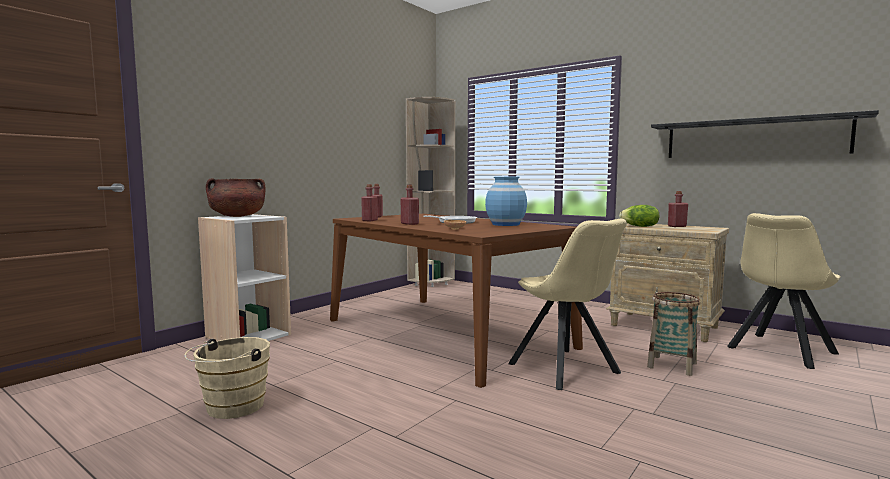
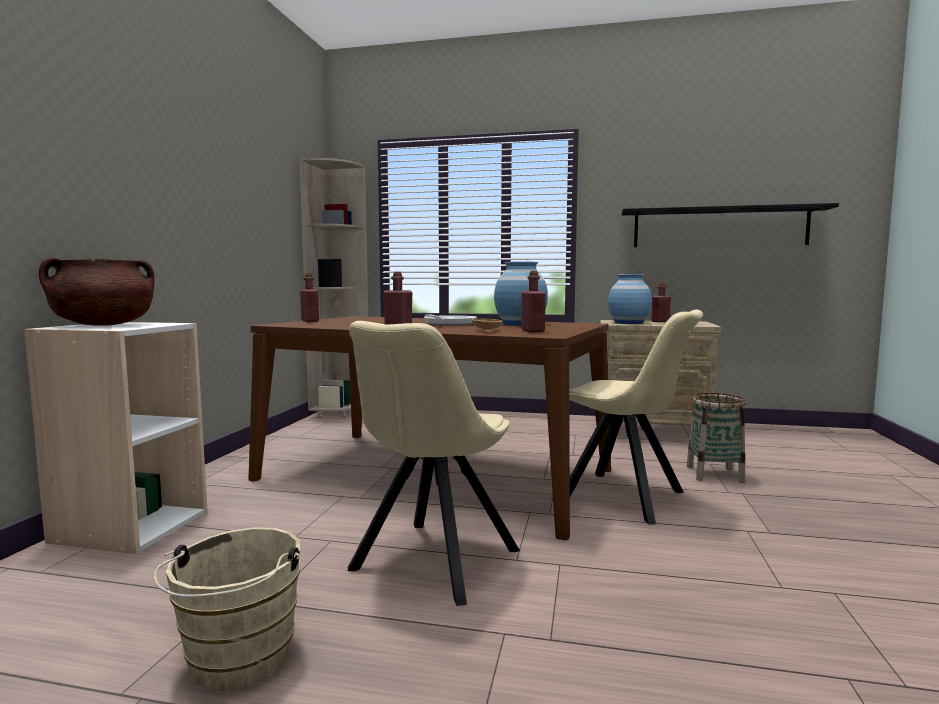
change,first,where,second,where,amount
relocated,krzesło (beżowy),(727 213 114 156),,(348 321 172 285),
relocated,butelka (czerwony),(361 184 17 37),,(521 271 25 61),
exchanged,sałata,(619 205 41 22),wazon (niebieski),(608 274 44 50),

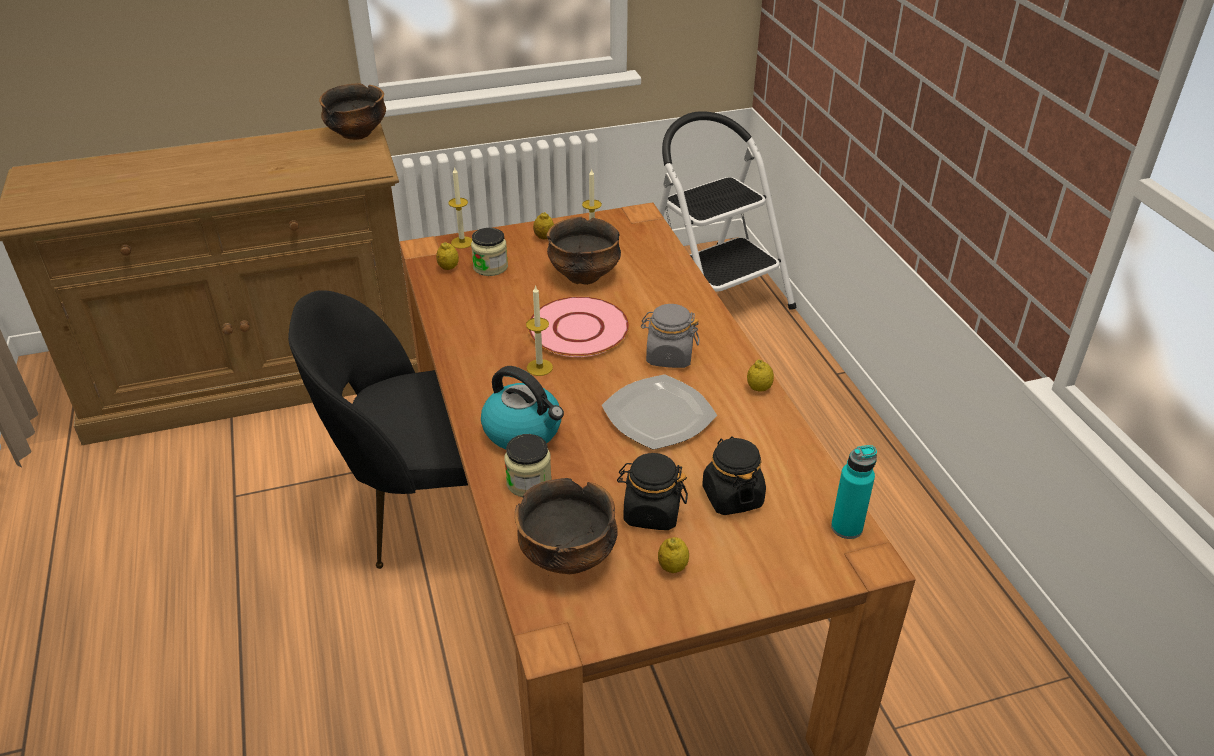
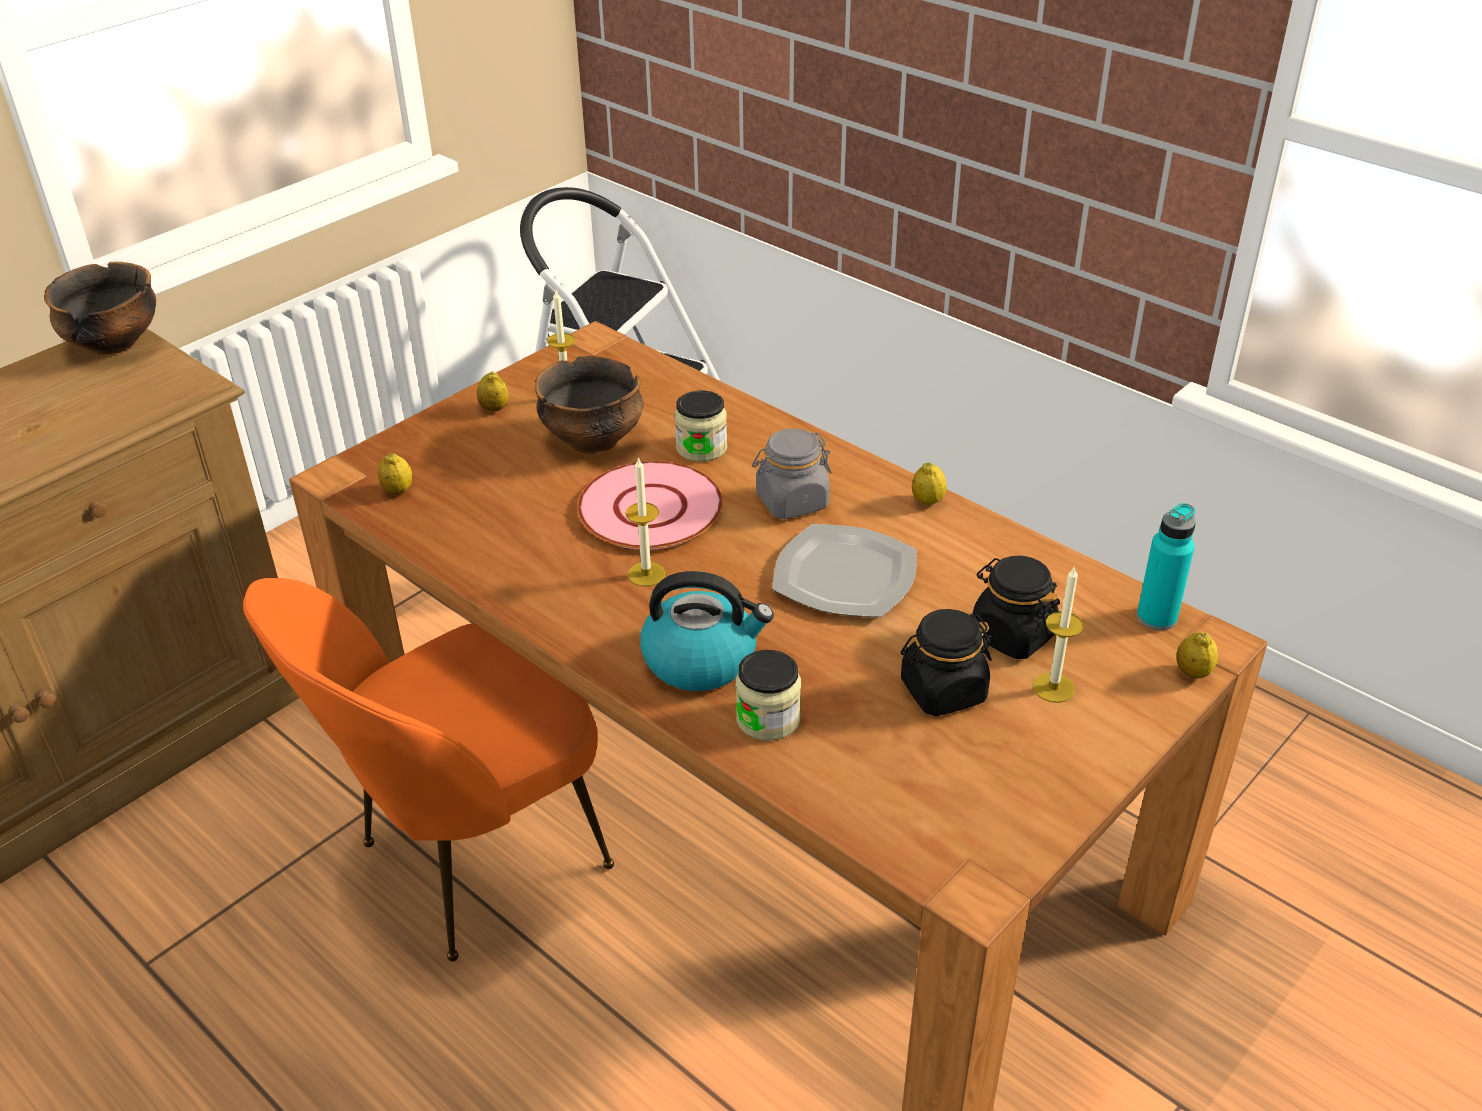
change,first,where,second,where,amount
colour,krzesło (czarny),(288 290 180 279),krzesło (pomarańczowy),(243 578 371 384),
relocated,słoik,(471 228 37 48),,(675 390 52 72),
relocated,świeca,(449 168 24 81),,(1033 566 50 137),
relocated,cytryna,(658 537 31 36),,(1177 632 41 47),
missing,miska,(515 478 103 96),,,

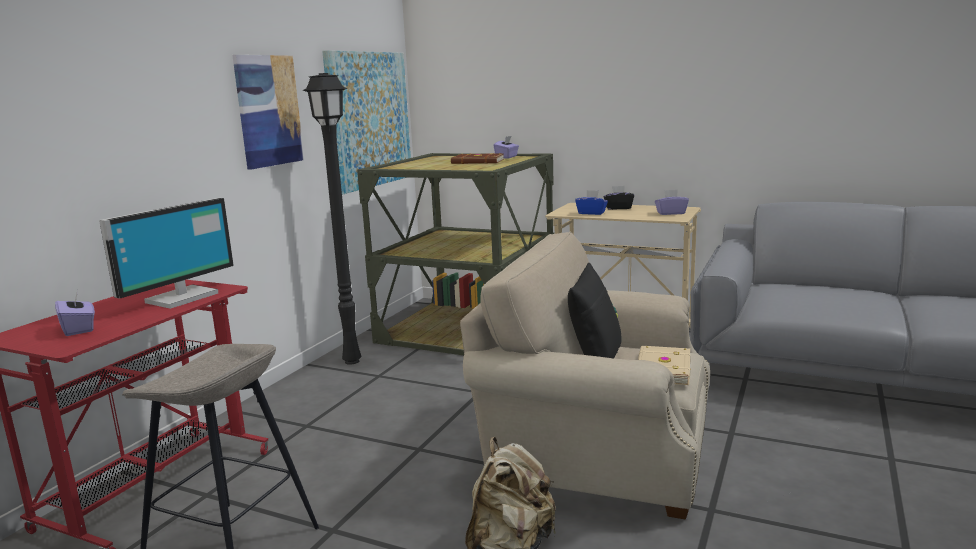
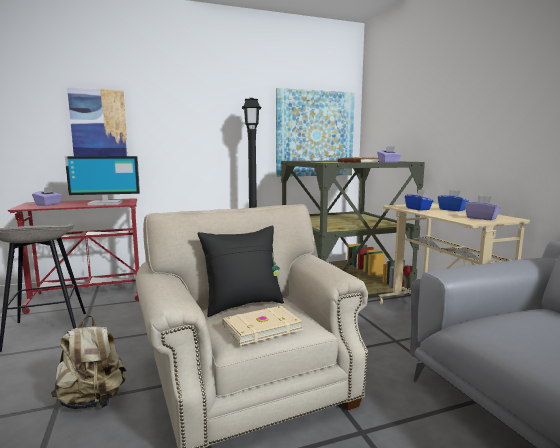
change,first,where,second,where,amount
relocated,obraz,(232 55 72 115),,(67 88 61 68),
colour,pudełko chusteczek (czarny),(604 186 30 24),pudełko chusteczek (niebieski),(438 190 31 21),

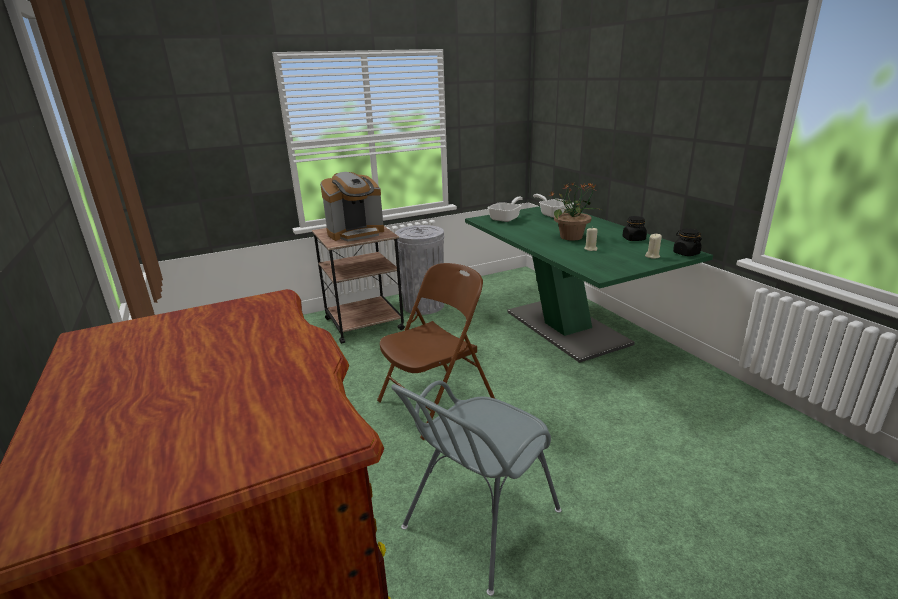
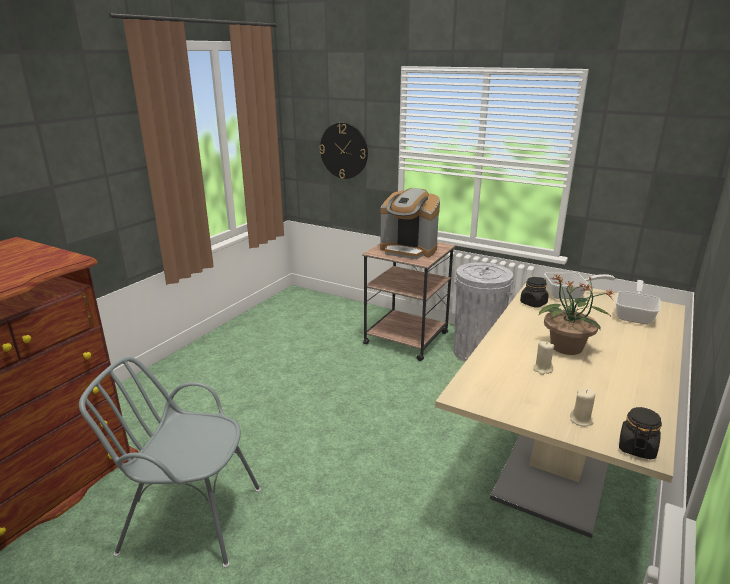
change,first,where,second,where,amount
appeared,,,zegar ścienny,(319 123 49 56),
colour,stół jadalny (zielony),(465 206 248 157),stół jadalny (beżowy),(435 283 250 255),
relocated,słoik (czarny),(622 216 25 25),,(520 277 29 31),
missing,krzesło (brązowy),(377 263 119 177),,,

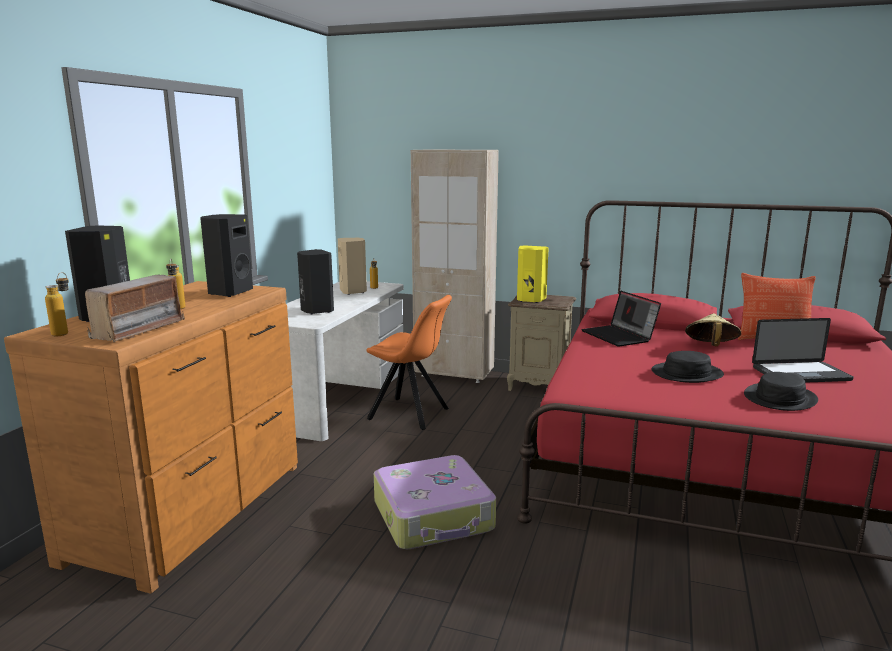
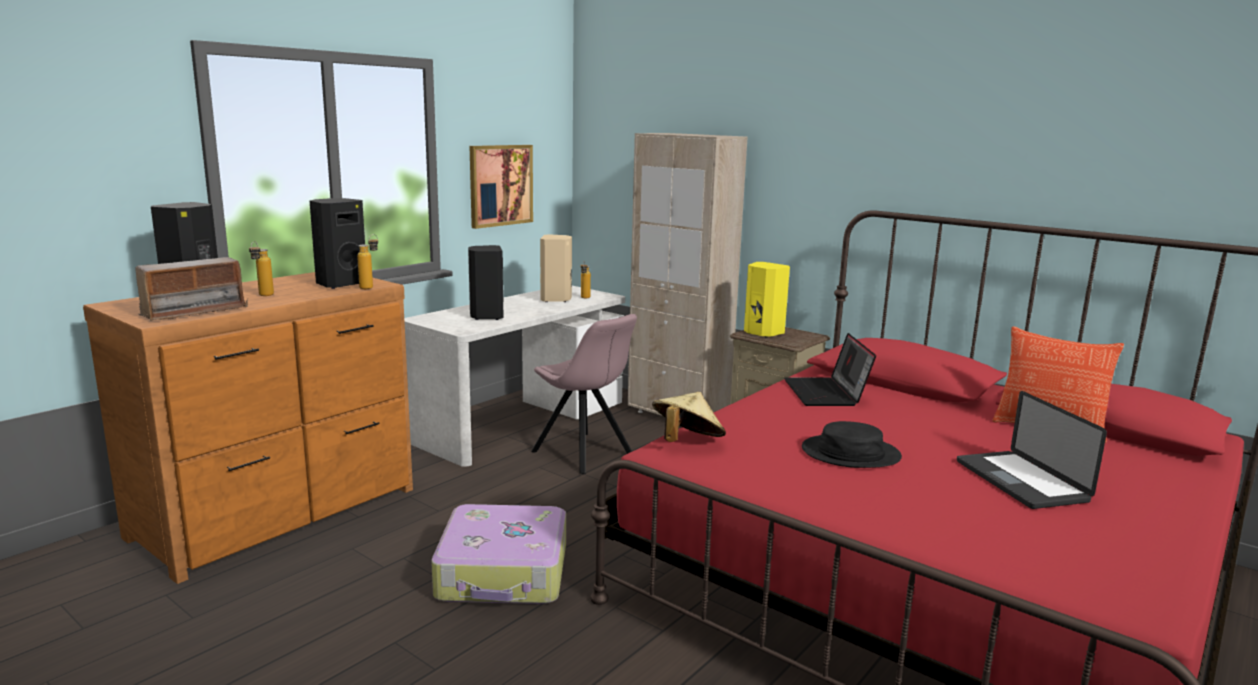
change,first,where,second,where,amount
relocated,butelka,(45 272 24 64),,(357 234 21 55),
appeared,,,obraz,(469 145 64 84),
colour,krzesło (pomarańczowy),(367 295 85 135),krzesło (różowy),(531 314 106 160),
relocated,kapelusz (beżowy),(685 313 56 33),,(652 392 74 50),
spun,laptop,(752 318 102 65),,(957 391 150 118),60 degrees clockwise
missing,kapelusz (czarny),(744 372 74 39),,,

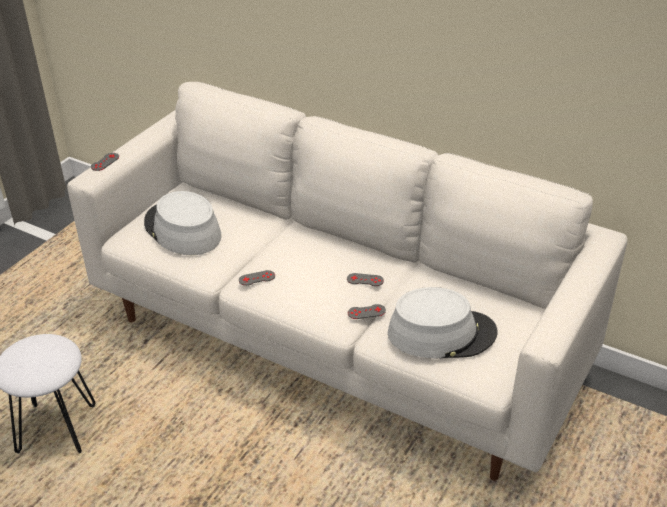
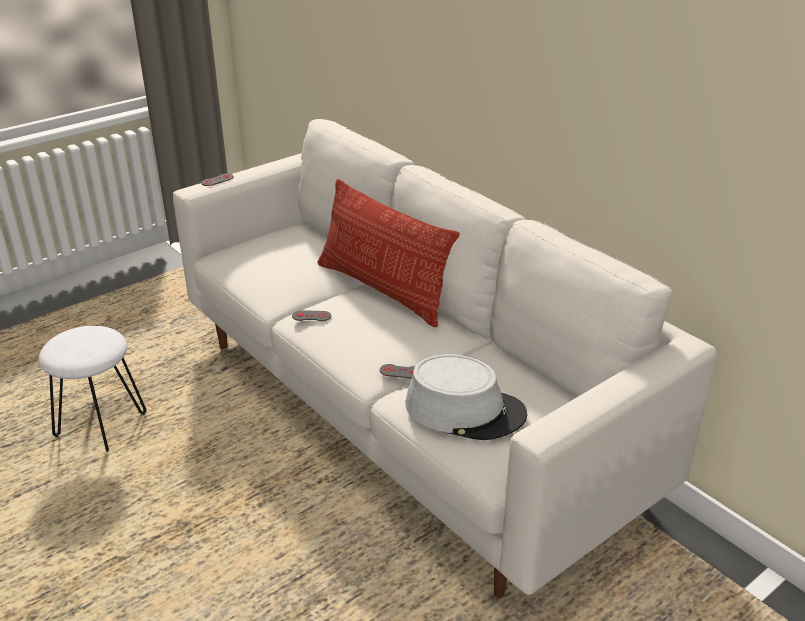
change,first,where,second,where,amount
appeared,,,poduszka,(318 179 142 148),
missing,kapelusz (szary),(144 191 77 64),,,
missing,pad do gier (szary),(347 273 37 13),,,

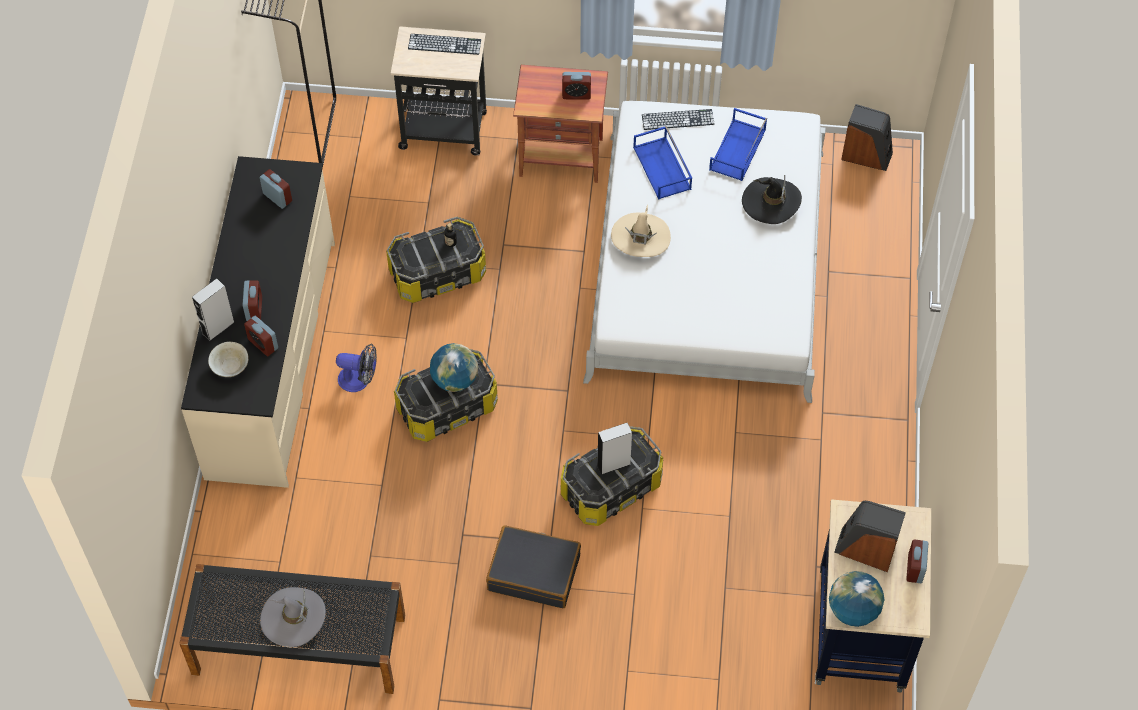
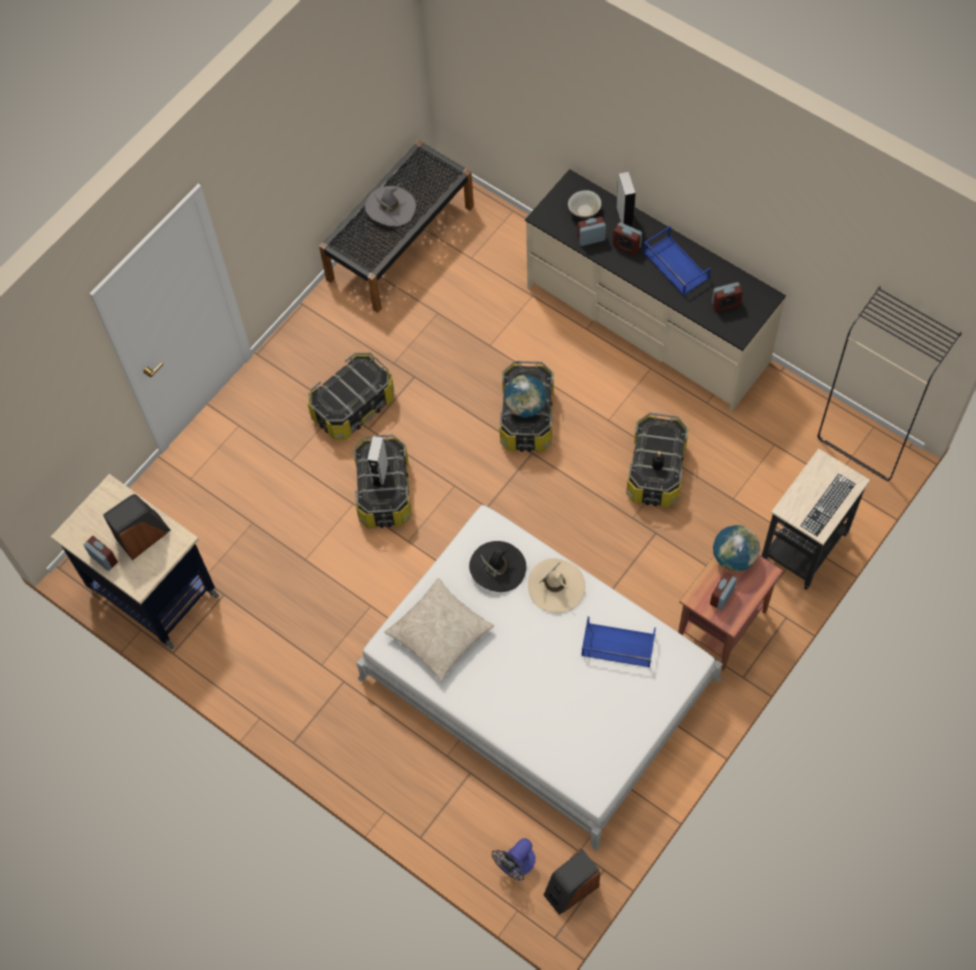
change,first,where,second,where,amount
exchanged,walizka (czarny),(486 525 95 83),pojemnik do przechowywania,(308 353 86 87),
appeared,,,poduszka (beżowy),(384 578 110 104),
relocated,kapelusz (czarny),(742 175 60 49),,(469 541 57 51),
relocated,wentylator,(336 343 41 49),,(492 838 44 43),
relocated,taca (niebieski),(709 108 58 73),,(643 226 68 70),
relocated,globus,(829 571 56 56),,(713 525 47 46),
missing,klawiatura,(642 109 72 21),,,

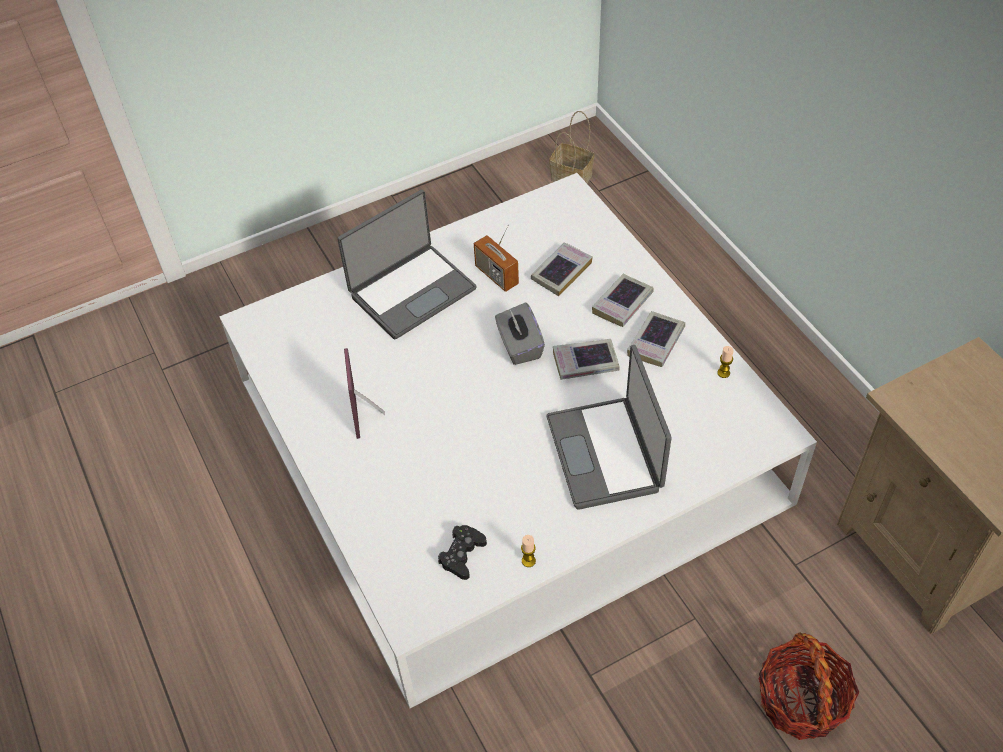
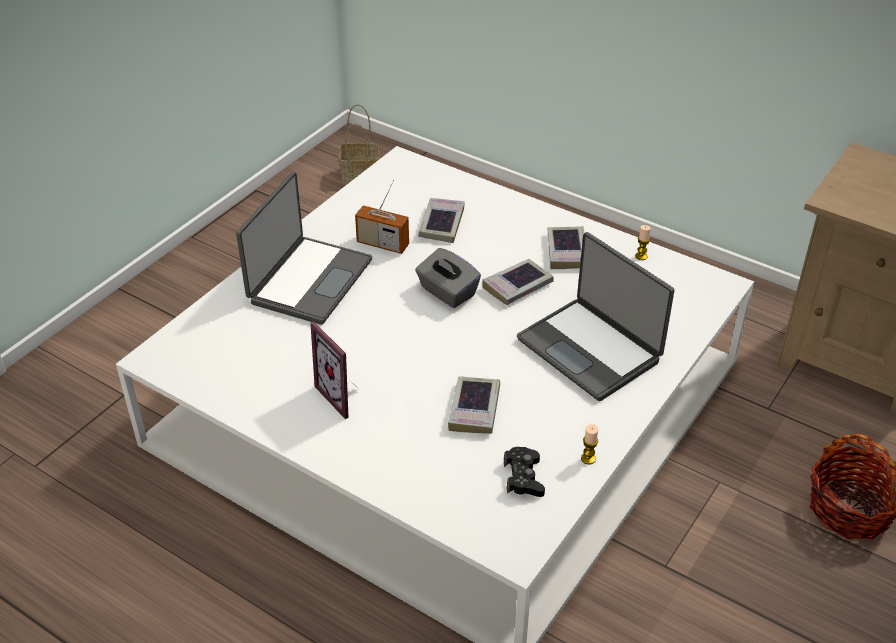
change,first,where,second,where,amount
relocated,książka,(592 274 62 53),,(448 376 52 58),

